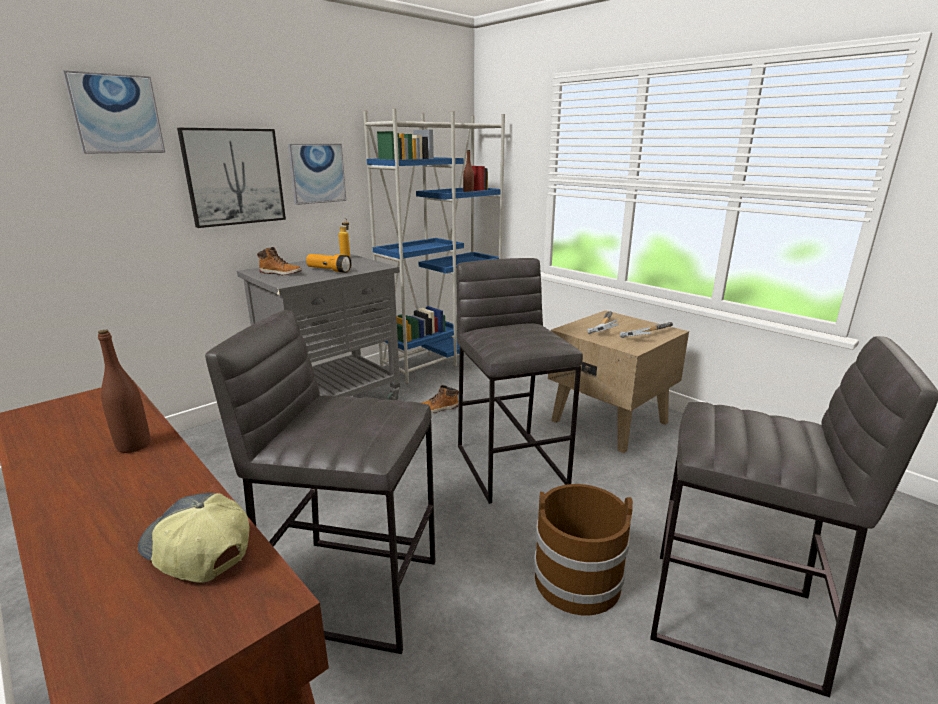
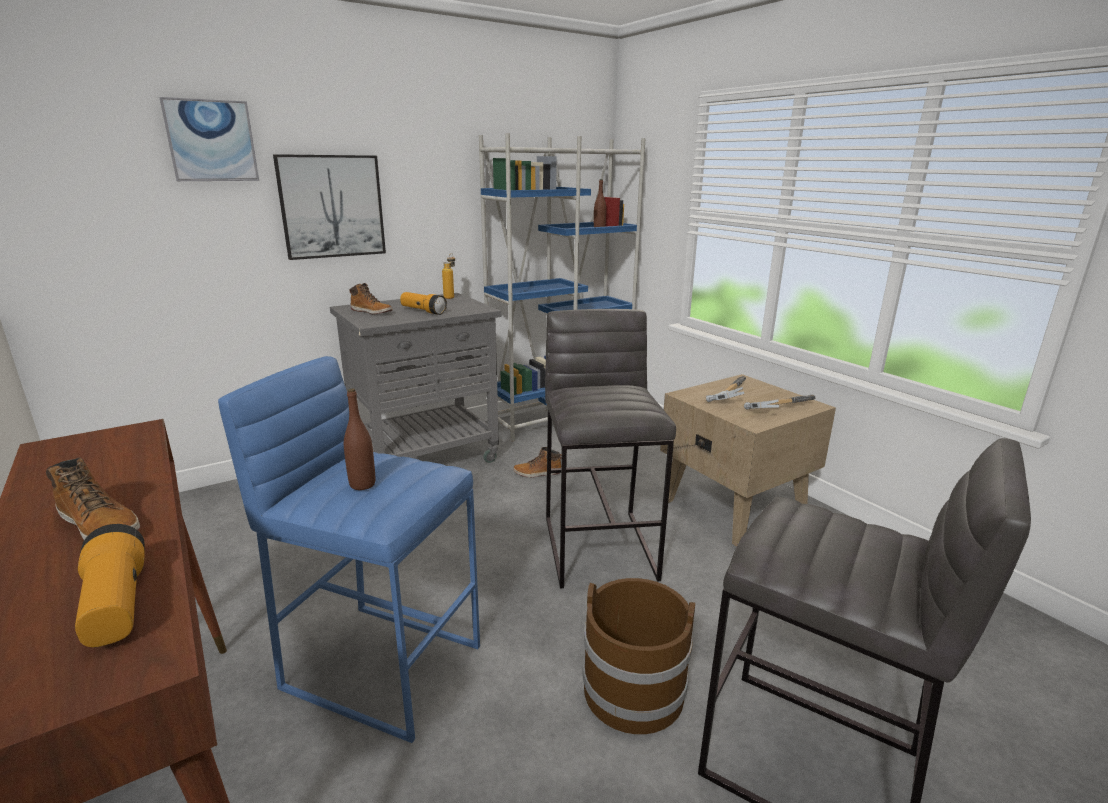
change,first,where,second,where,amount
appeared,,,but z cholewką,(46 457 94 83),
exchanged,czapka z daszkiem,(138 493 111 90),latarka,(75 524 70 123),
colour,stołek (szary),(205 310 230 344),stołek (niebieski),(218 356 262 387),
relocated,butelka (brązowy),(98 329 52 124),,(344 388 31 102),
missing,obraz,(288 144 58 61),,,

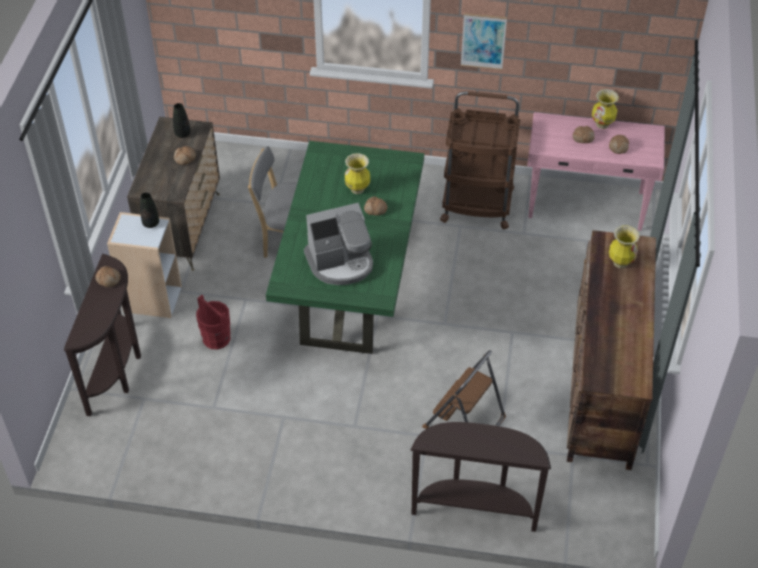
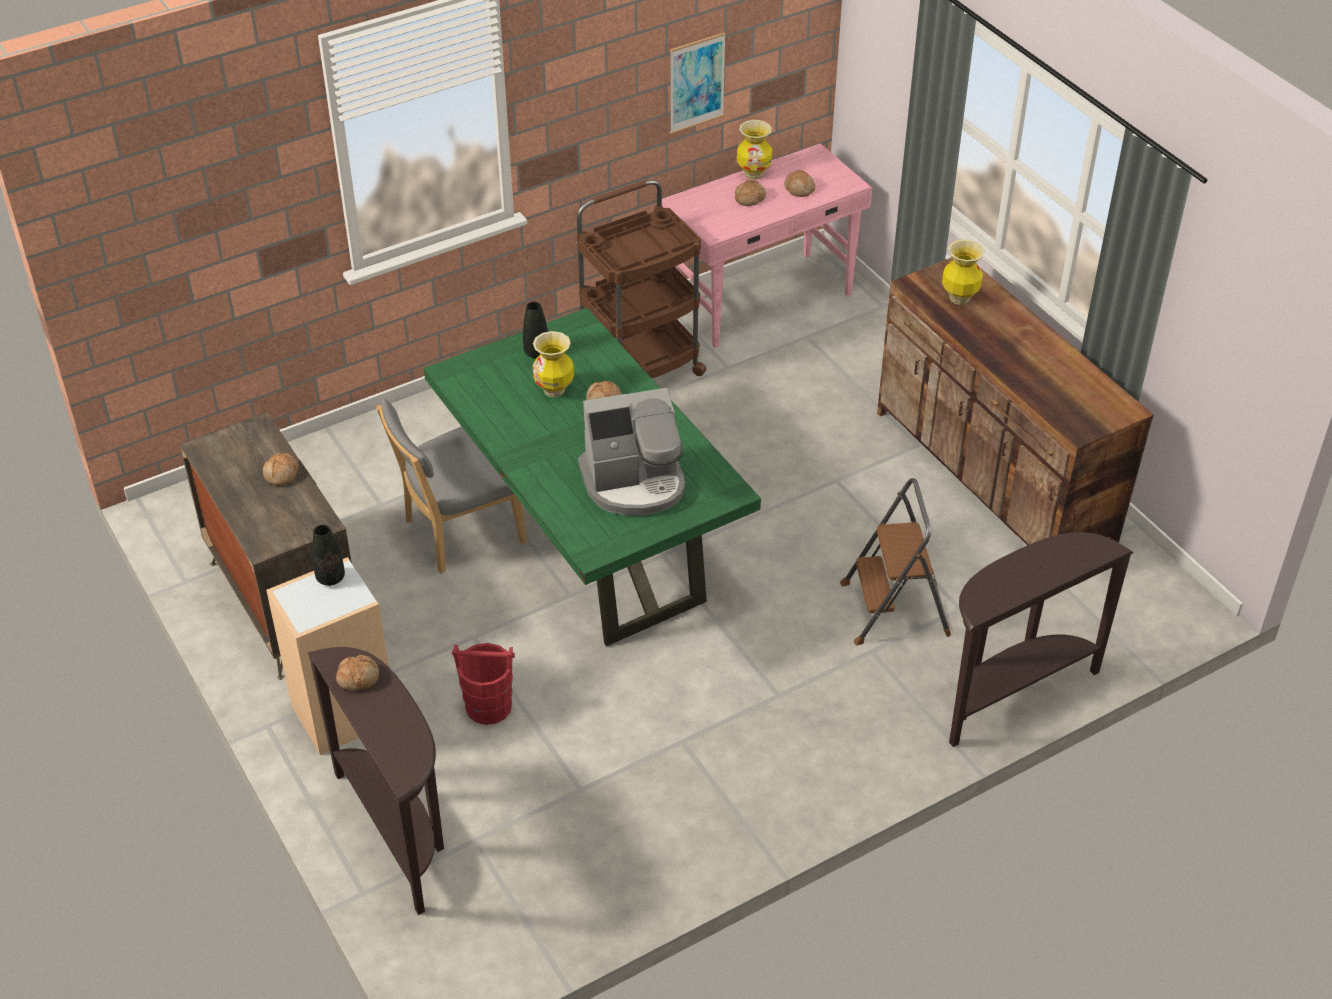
change,first,where,second,where,amount
relocated,wazon (czarny),(173 103 18 35),,(523 302 25 56),
spun,ekspres do kawy,(304 203 69 82),,(578 388 107 127),45 degrees clockwise
relocated,obraz,(461 13 46 57),,(670 32 56 102),

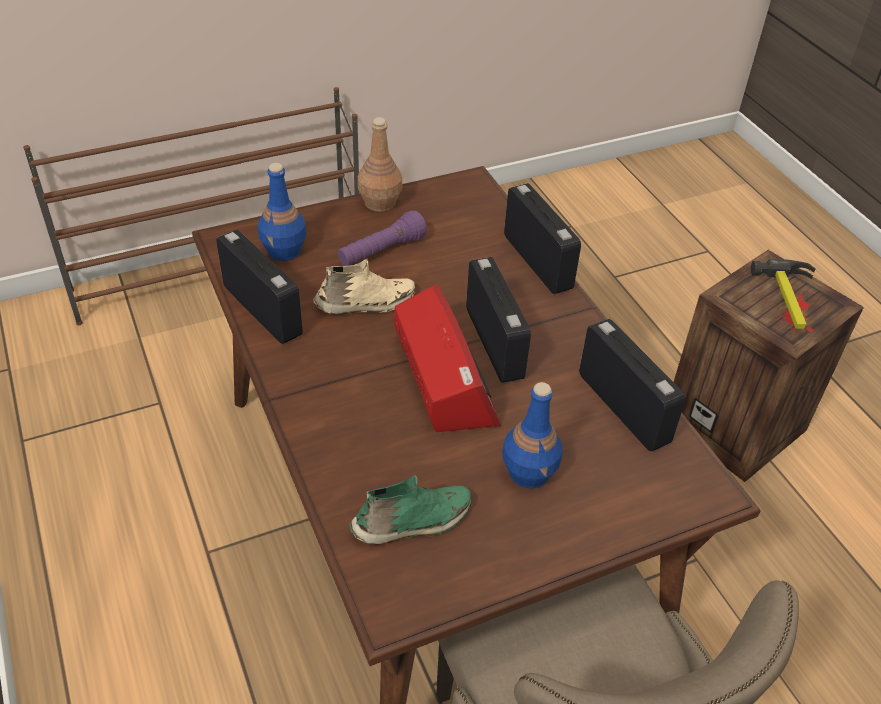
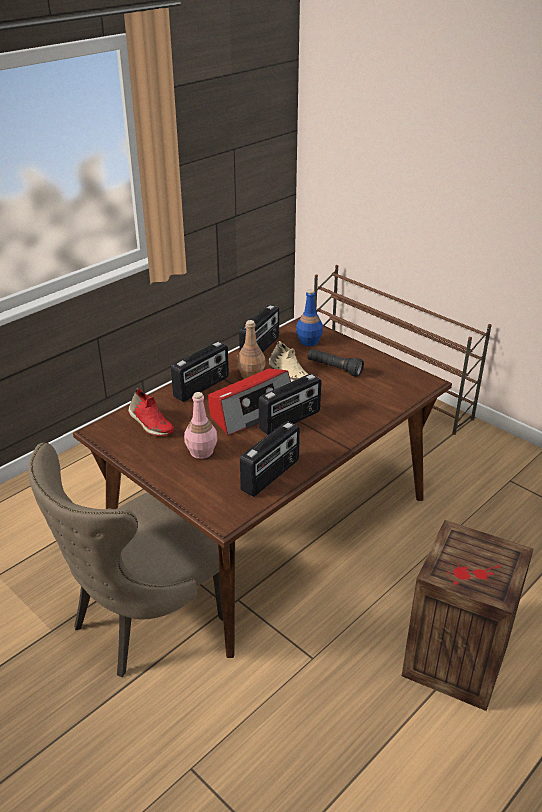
change,first,where,second,where,amount
colour,but (zielony),(349 475 122 69),but (czerwony),(128 388 47 48),
relocated,radio,(504 183 77 111),,(171 341 58 61),
colour,butelka (niebieski),(502 382 60 106),butelka (różowy),(184 392 33 67),
relocated,butelka (brązowy),(358 117 45 95),,(237 320 28 59),
colour,latarka (fioletowy),(338 211 89 55),latarka (czarny),(307 349 57 28),
missing,młotek,(751 259 65 70),,,

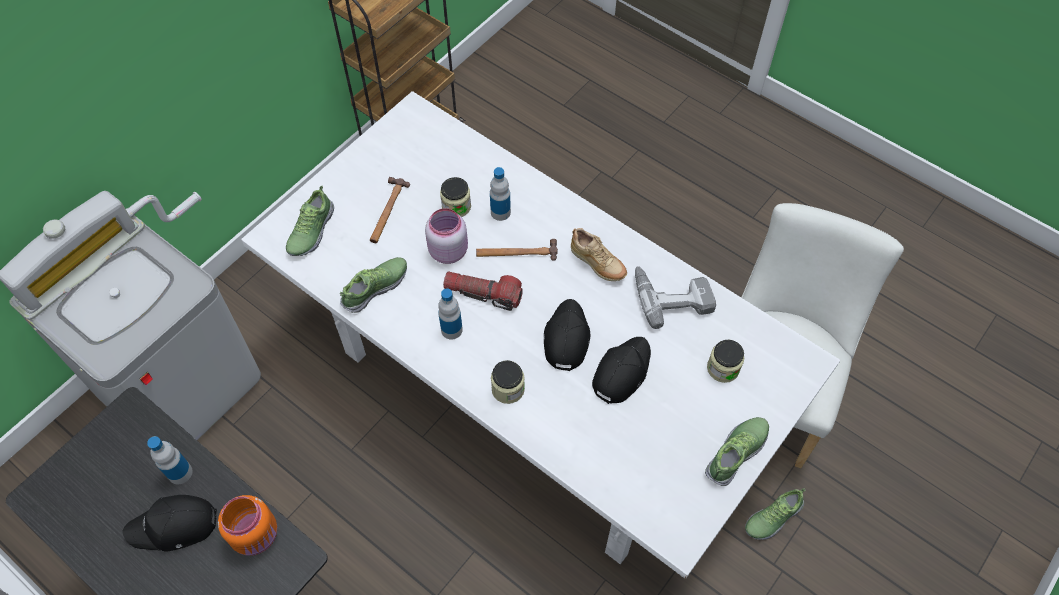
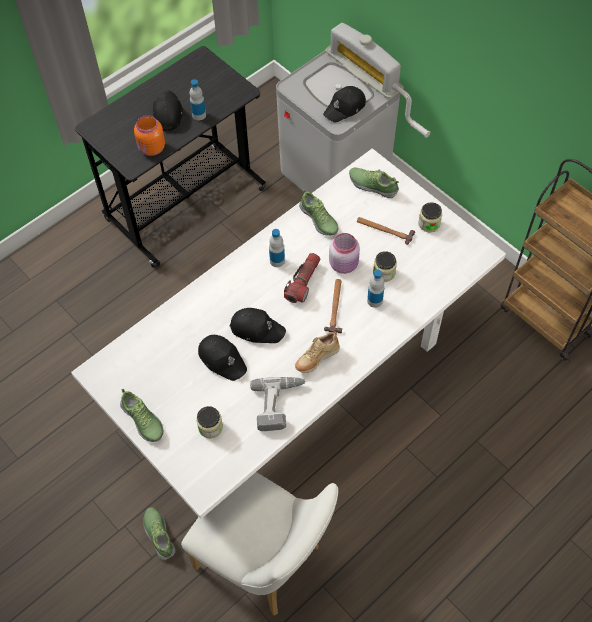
change,first,where,second,where,amount
appeared,,,czapka z daszkiem (czarny),(323 86 43 37),
relocated,słoik,(491 360 34 44),,(418 202 24 30),

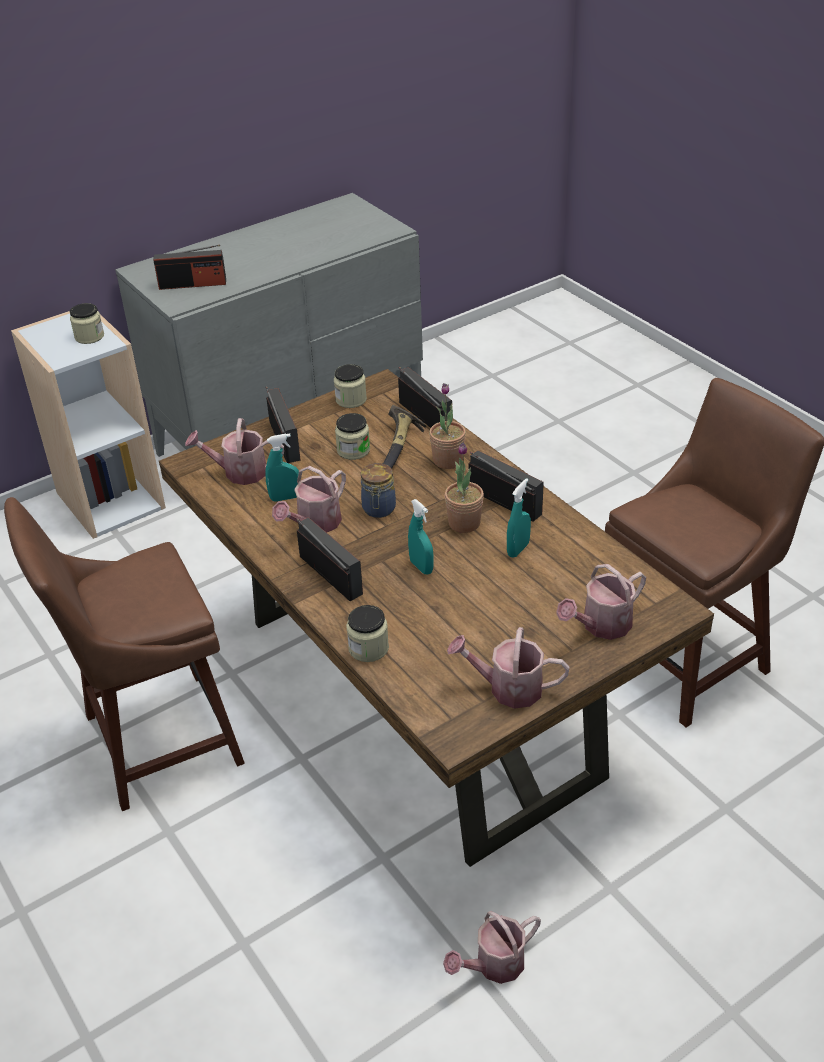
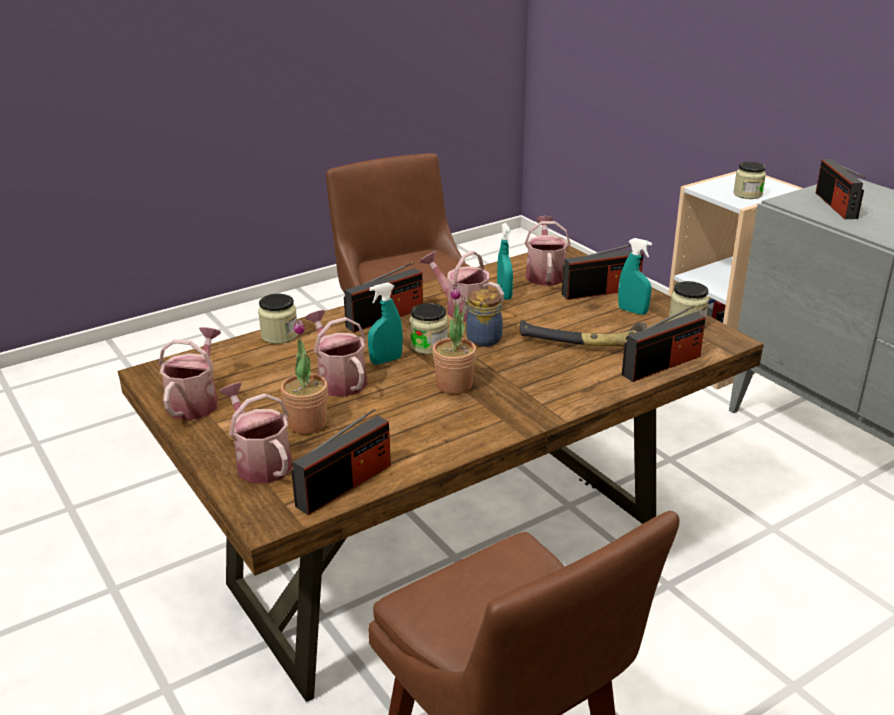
change,first,where,second,where,amount
relocated,roślina doniczkowa,(429 383 37 86),,(281 320 47 114),
relocated,radio,(469 450 75 72),,(291 408 100 107),
relocated,konewka,(443 911 98 73),,(305 310 62 86),
relocated,słoik,(335 413 35 47),,(409 303 39 52),
relocated,spryskiwacz (turkusowy),(507 478 24 80),,(618 238 34 77),

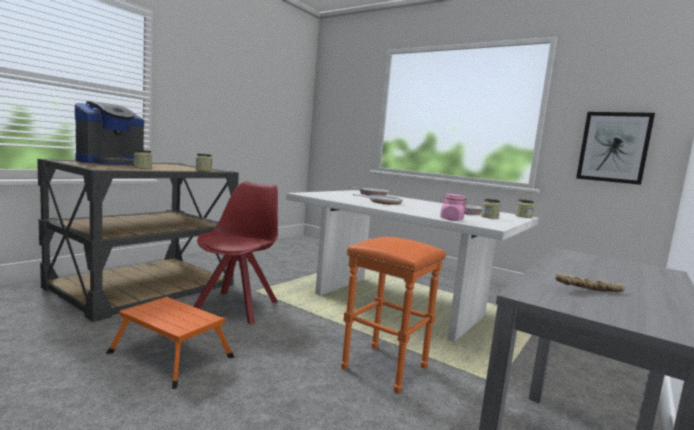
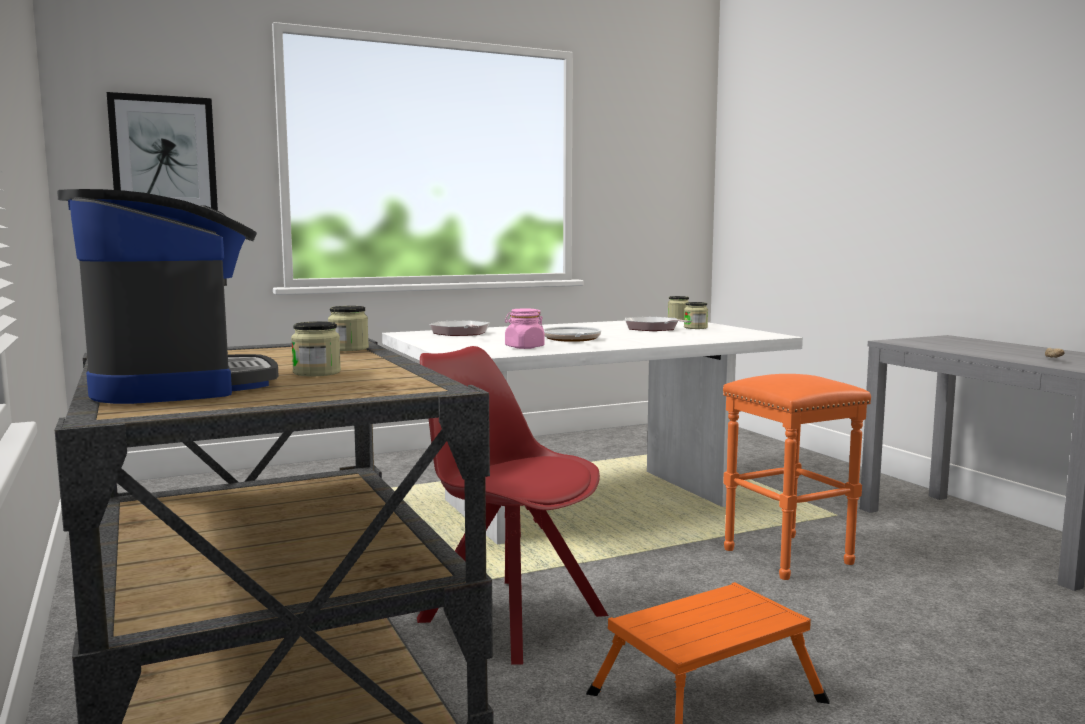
change,first,where,second,where,amount
relocated,obraz,(576 112 79 73),,(107 92 111 119),
relocated,słoik (różowy),(440 194 28 27),,(505 308 40 41),

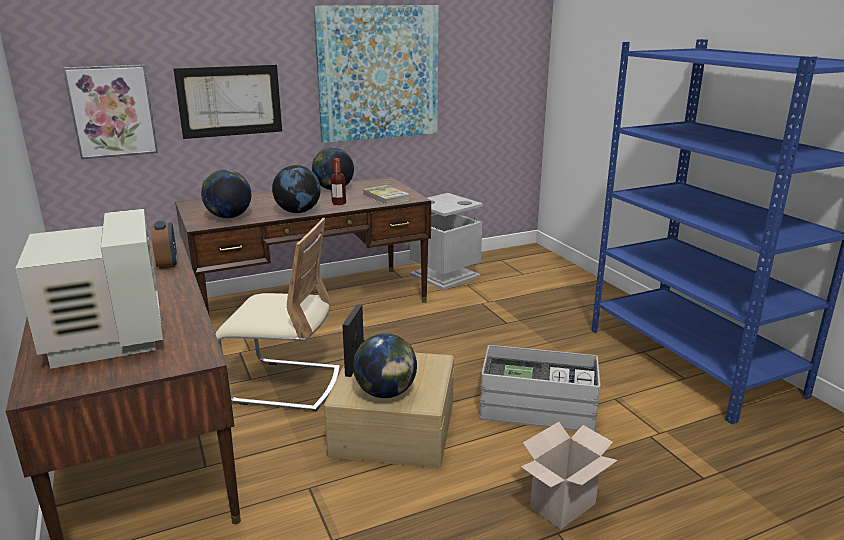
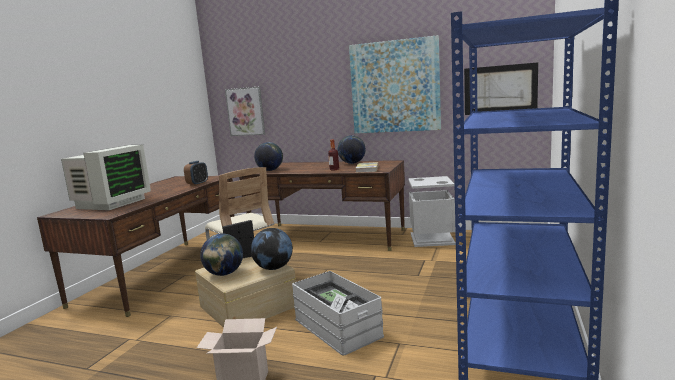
change,first,where,second,where,amount
relocated,globus,(272 165 49 48),,(251 228 42 42),
relocated,obraz,(174 65 108 74),,(464 62 74 53),

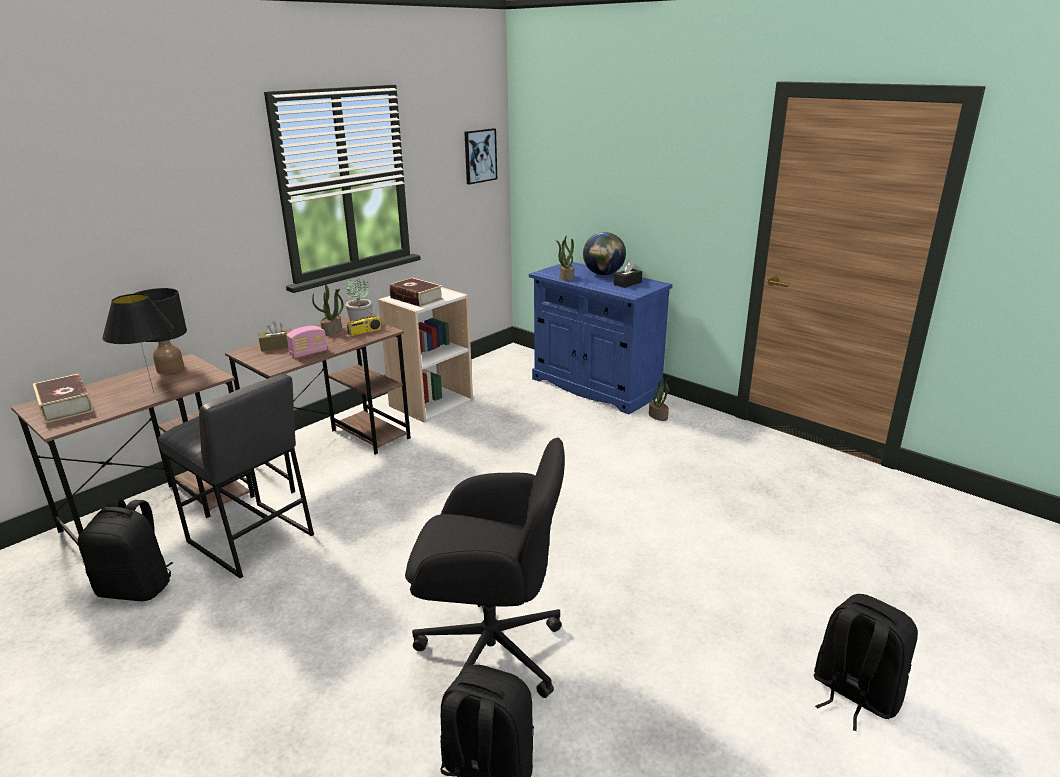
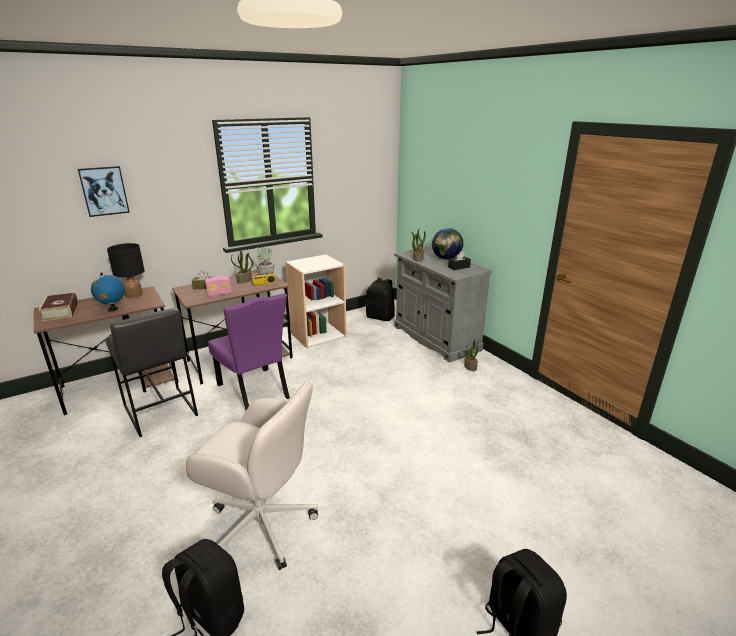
change,first,where,second,where,amount
relocated,obraz,(464 128 33 56),,(78 166 52 51),
exchanged,lampa stołowa (czarny),(102 293 71 100),globus,(91 273 34 39),
colour,krzesło biurowe (czarny),(405 438 160 260),krzesło biurowe (biały),(186 382 132 188),
appeared,,,krzesło (fioletowy),(208 293 82 117),
relocated,plecak (czarny),(78 498 95 103),,(366 278 29 43),
colour,szafka (niebieski),(529 261 143 153),szafka (szary),(394 246 98 117),
missing,książka,(389 278 54 29),,,

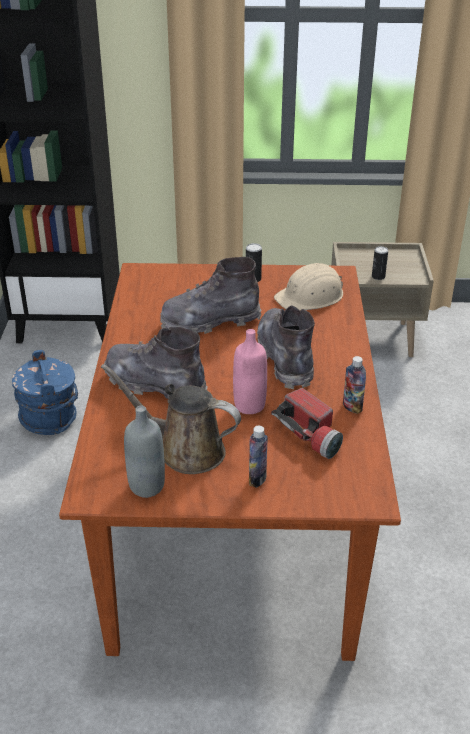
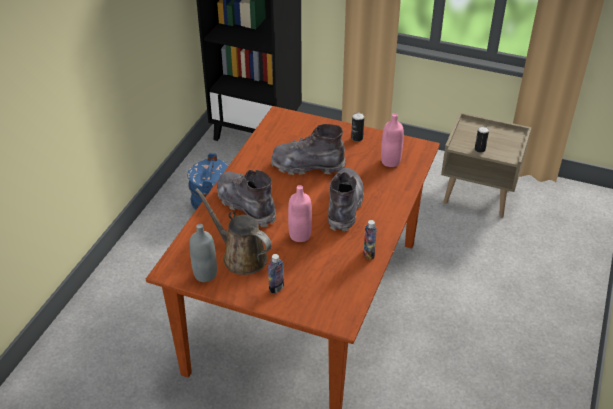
change,first,where,second,where,amount
exchanged,kask (beżowy),(274 263 69 47),butelka (różowy),(381 113 23 54),
missing,latarka,(271 388 72 71),,,

